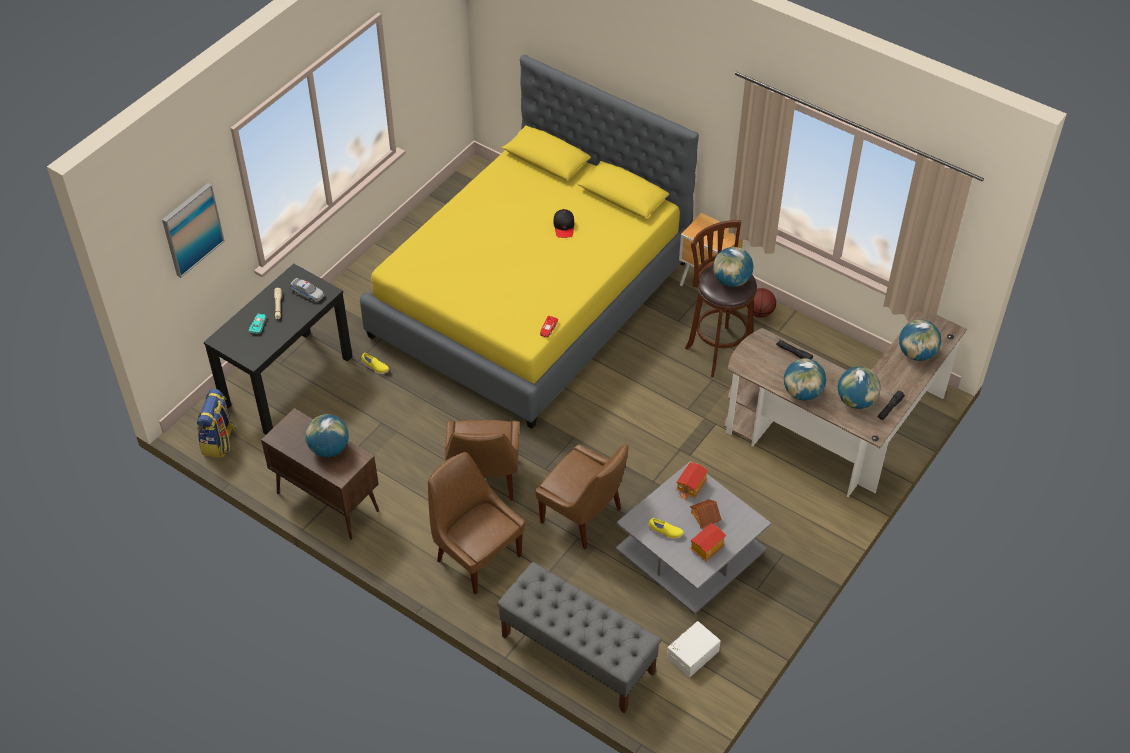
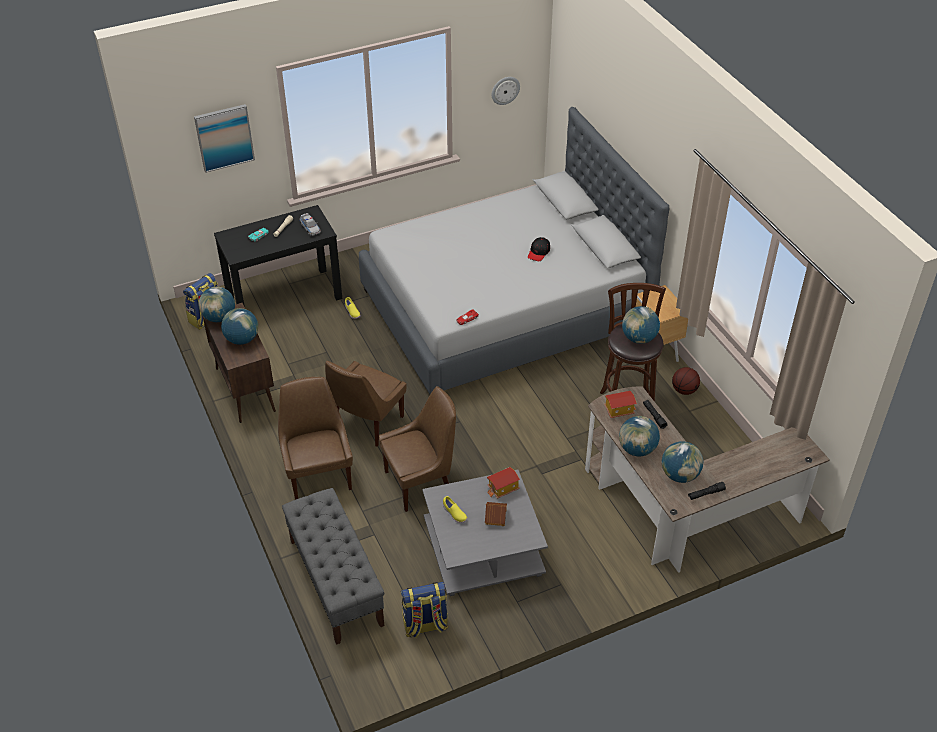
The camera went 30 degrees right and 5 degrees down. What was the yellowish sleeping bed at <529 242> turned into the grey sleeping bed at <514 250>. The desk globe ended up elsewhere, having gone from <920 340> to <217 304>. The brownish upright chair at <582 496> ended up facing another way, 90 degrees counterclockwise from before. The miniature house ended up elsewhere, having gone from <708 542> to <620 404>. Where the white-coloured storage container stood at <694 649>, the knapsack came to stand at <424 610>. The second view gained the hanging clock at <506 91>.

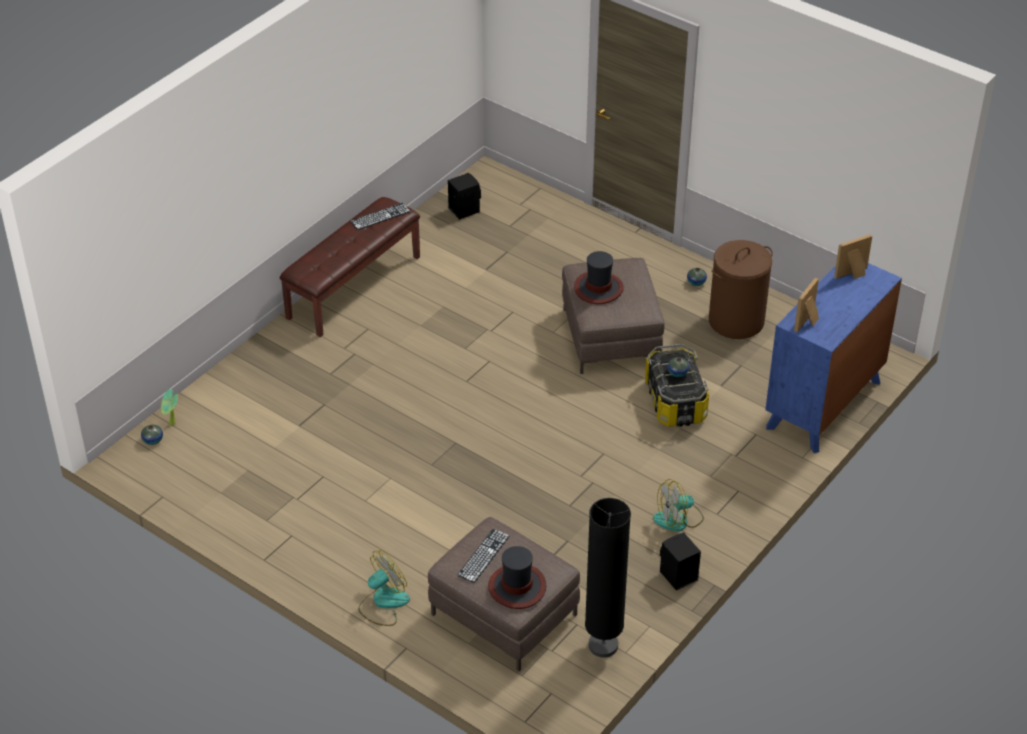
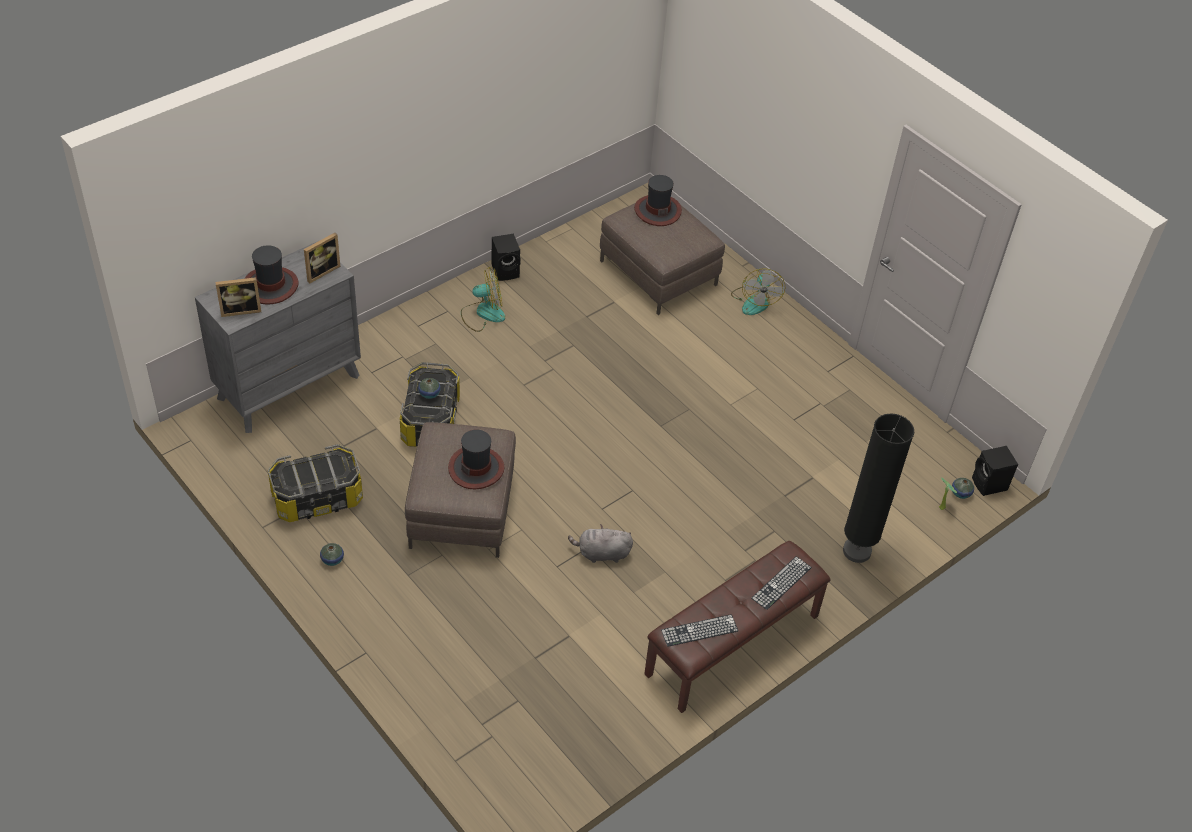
The camera went 170 degrees left and 5 degrees up. The black speaker ended up elsewhere, having gone from <464 196> to <995 471>. Where the brownish laundry basket stood at <741 289>, the storage container came to stand at <315 483>. What was the blue dresser at <833 358> turned into the grey dresser at <278 337>. The black standard lamp ended up elsewhere, having gone from <608 578> to <878 488>. The keyboard ended up elsewhere, having gone from <483 556> to <781 583>. The cooling fan at <384 588> ended up facing another way, 60 degrees counterclockwise from before. The second view gained the wearable hat at <272 275>. The second view gained the grey soft toy at <600 543>.

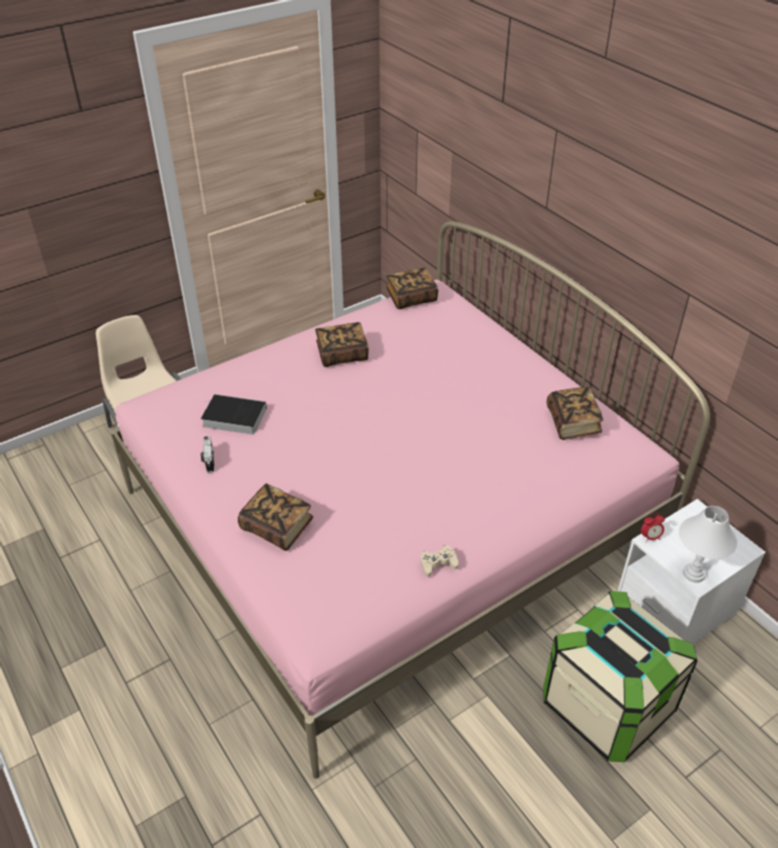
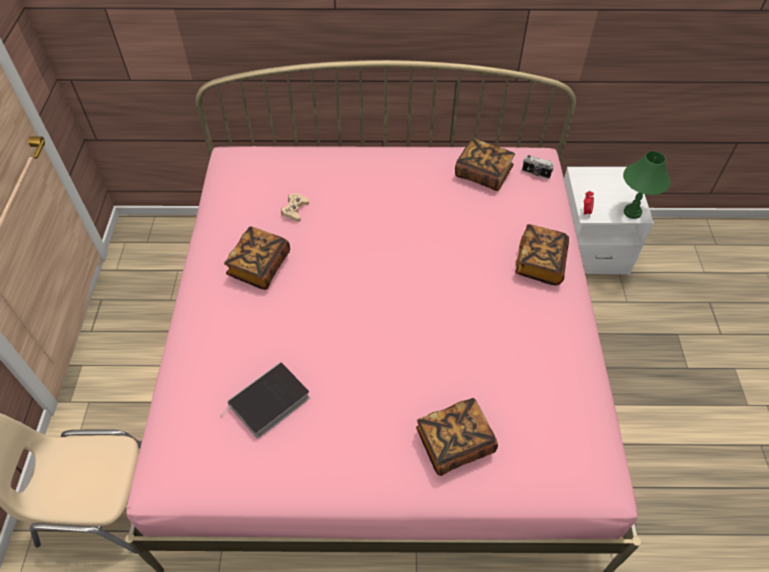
The camera went 55 degrees left and 10 degrees up. The book ended up elsewhere, having gone from <412 288> to <542 255>. The still camera ended up elsewhere, having gone from <207 454> to <538 167>. What was the white-coloured tabletop lamp at <708 544> turned into the greenish tabletop lamp at <647 185>. The sand-coloured gamepad ended up elsewhere, having gone from <439 561> to <295 207>. The second view lost the storage container at <620 676>.

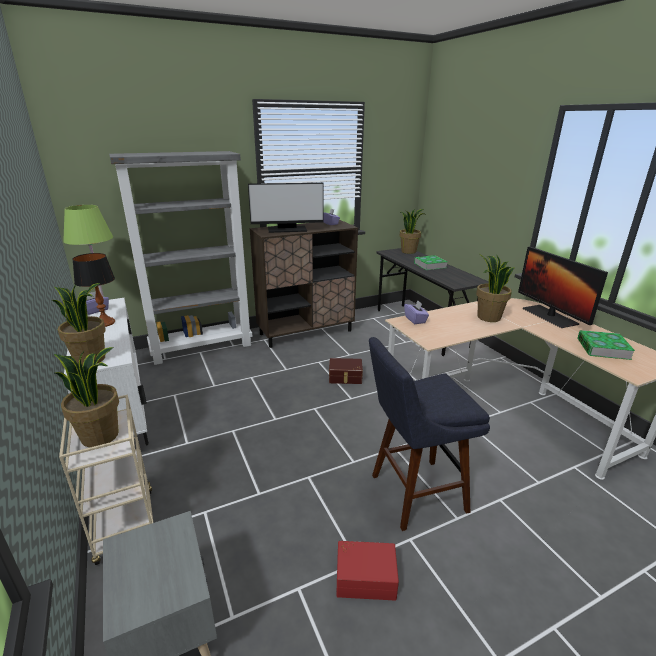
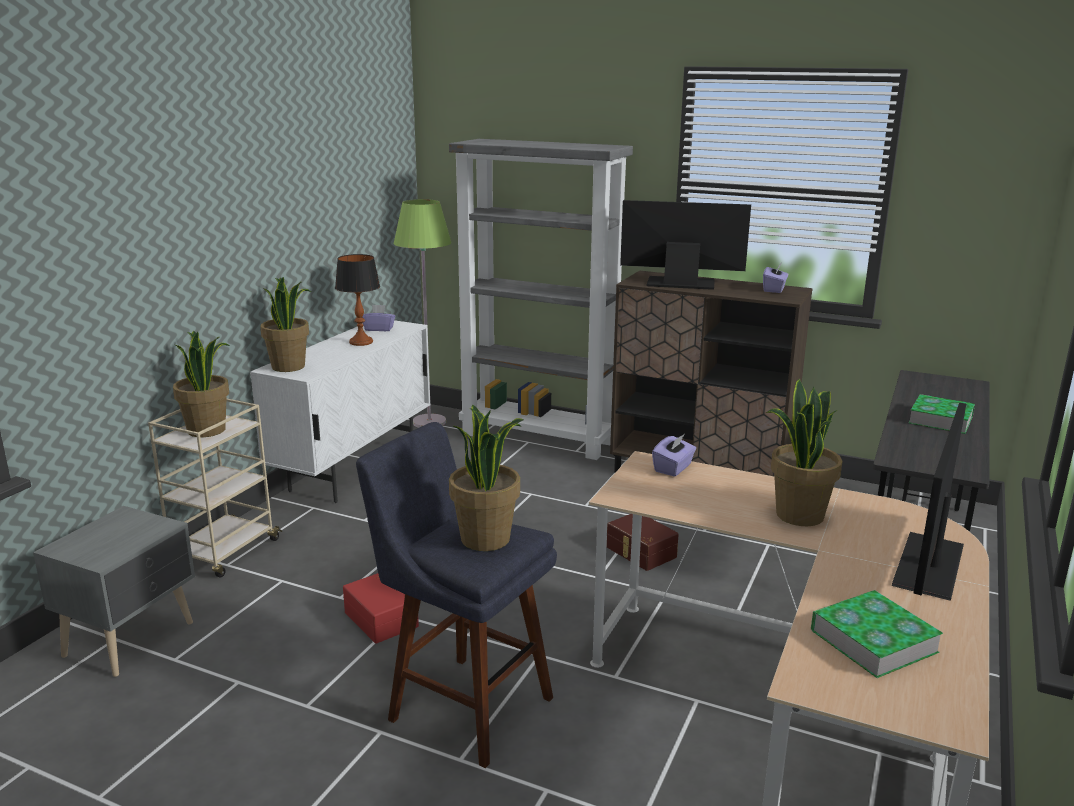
The camera went 50 degrees right and 5 degrees down. The computer display at <286 208> ended up facing another way, 150 degrees clockwise from before. The potted plant ended up elsewhere, having gone from <412 231> to <486 477>. The reddish storage container ended up elsewhere, having gone from <367 571> to <381 608>.

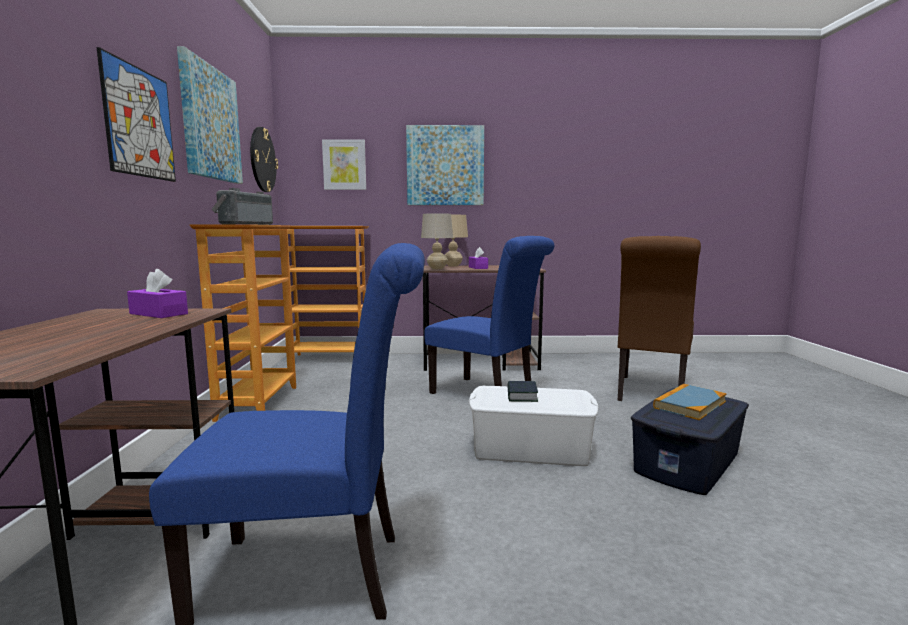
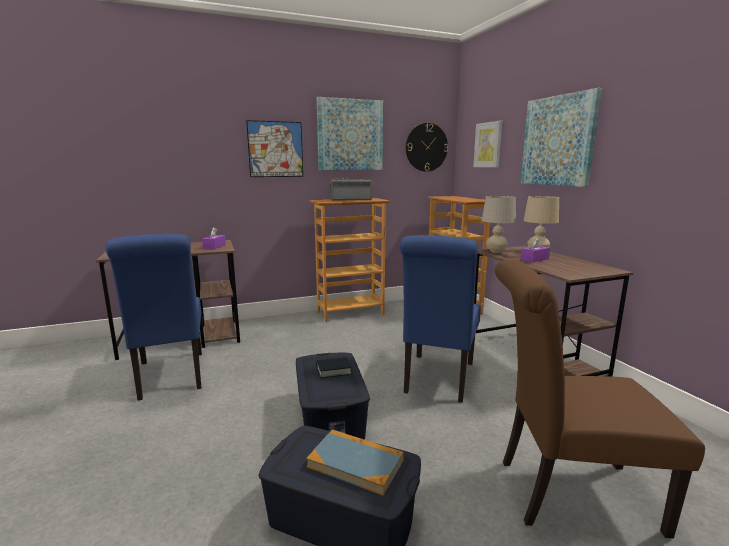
The camera went 70 degrees right and 5 degrees up. What was the white-coloured storage container at <533 426> turned into the blue storage container at <333 396>.

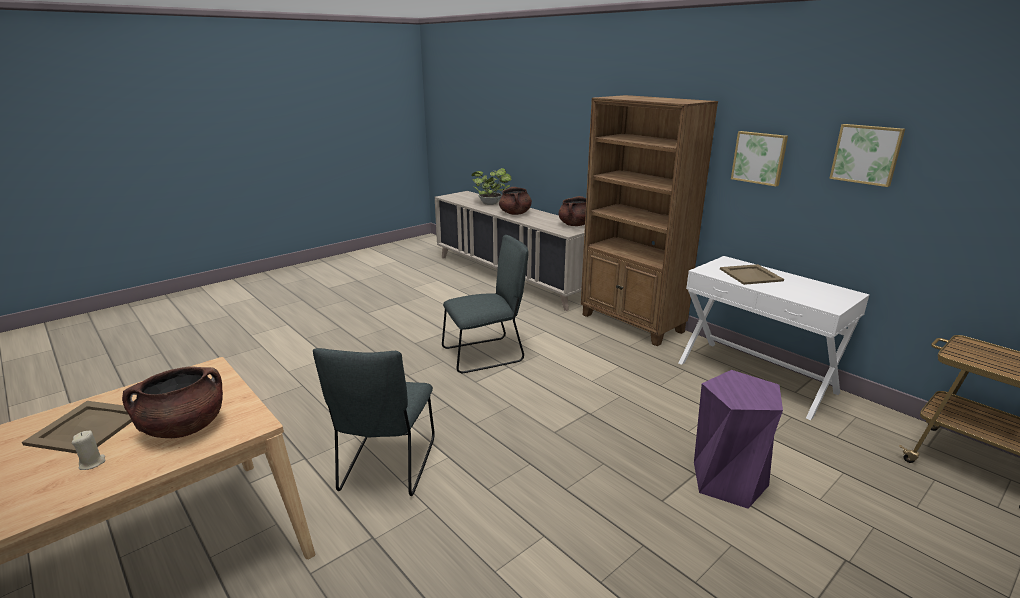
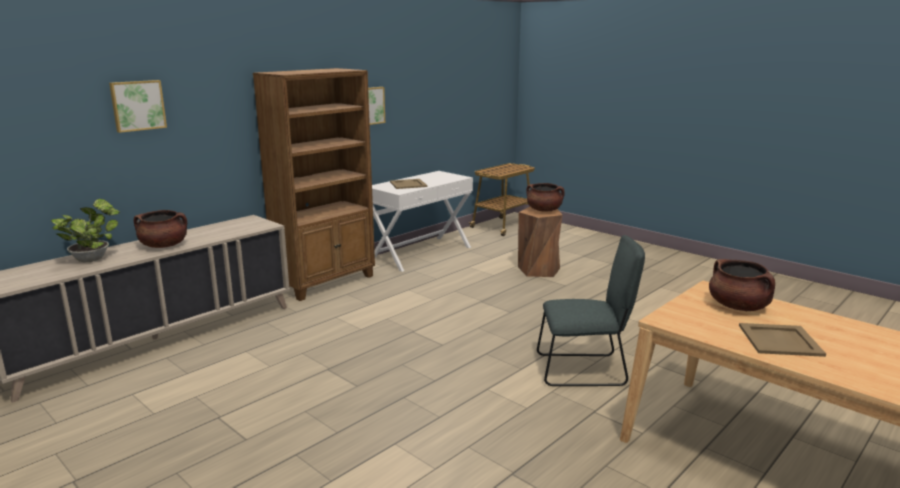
The camera went 95 degrees left and 5 degrees down. The wall art ended up elsewhere, having gone from <867 155> to <138 106>. The brownish stockpot ended up elsewhere, having gone from <572 211> to <545 197>. The second view lost the grey upright chair at <485 304>. What was the purplish stool seat at <738 439> turned into the brownish stool seat at <540 242>. The second view lost the sand-coloured wax candle at <89 450>.

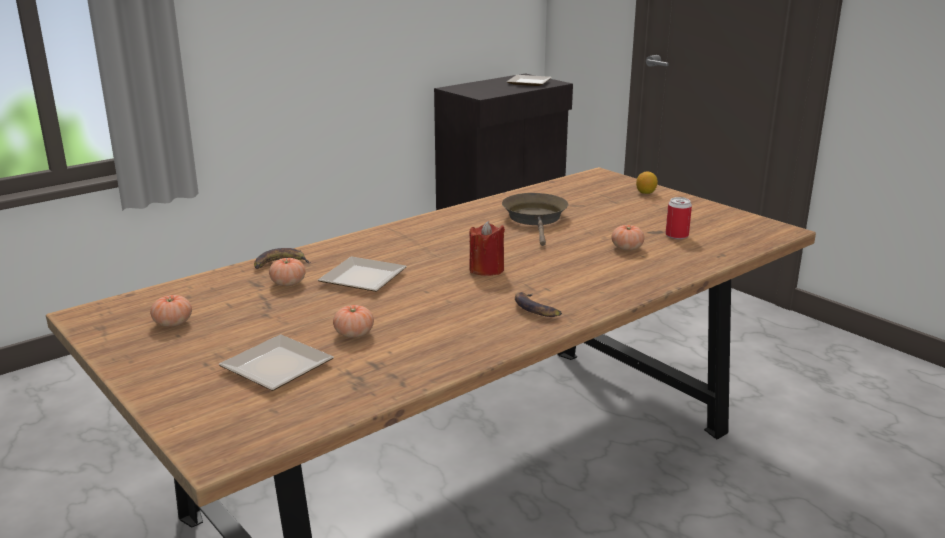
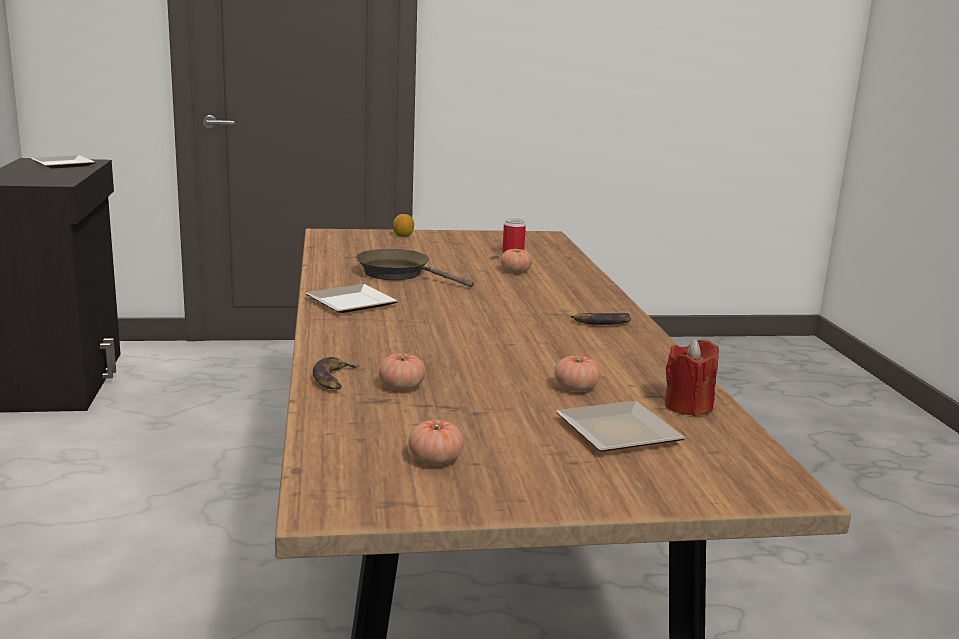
The camera went 60 degrees left and 5 degrees down. The reddish wax candle ended up elsewhere, having gone from <487 248> to <692 377>. The dinner plate ended up elsewhere, having gone from <362 274> to <351 298>.

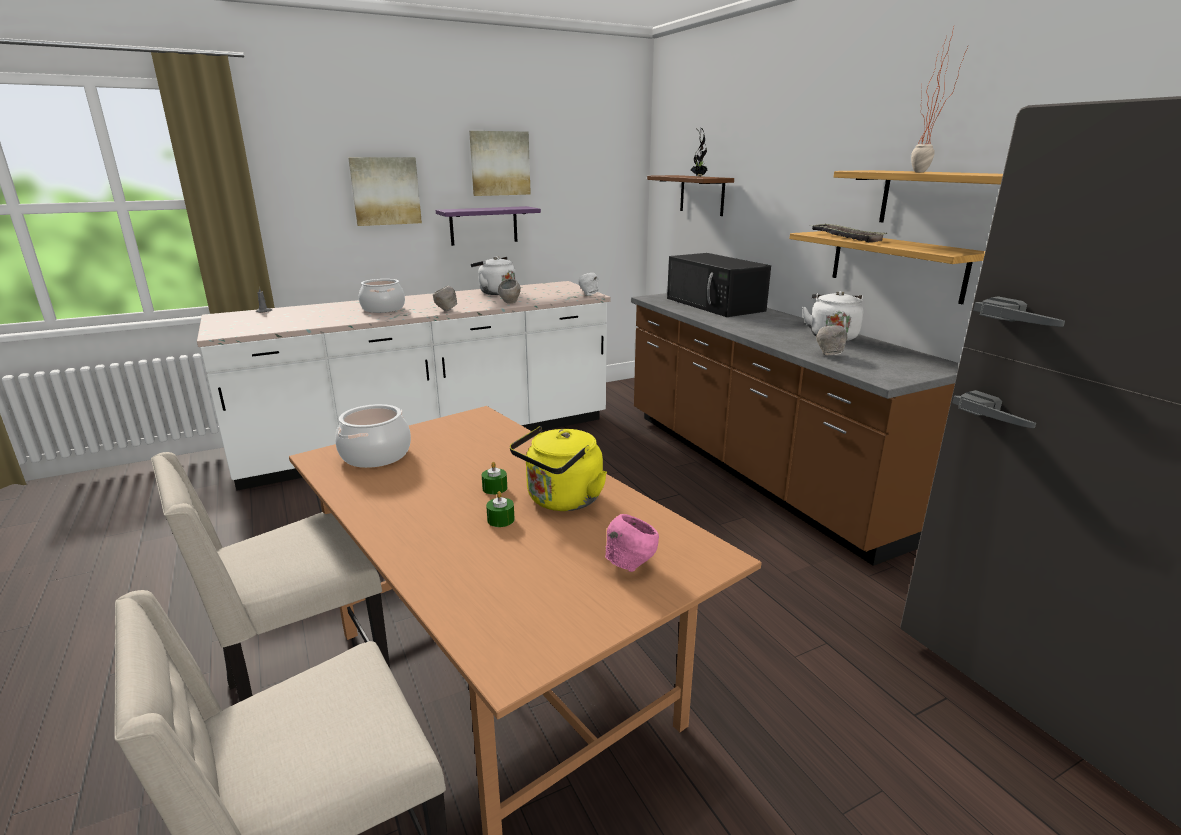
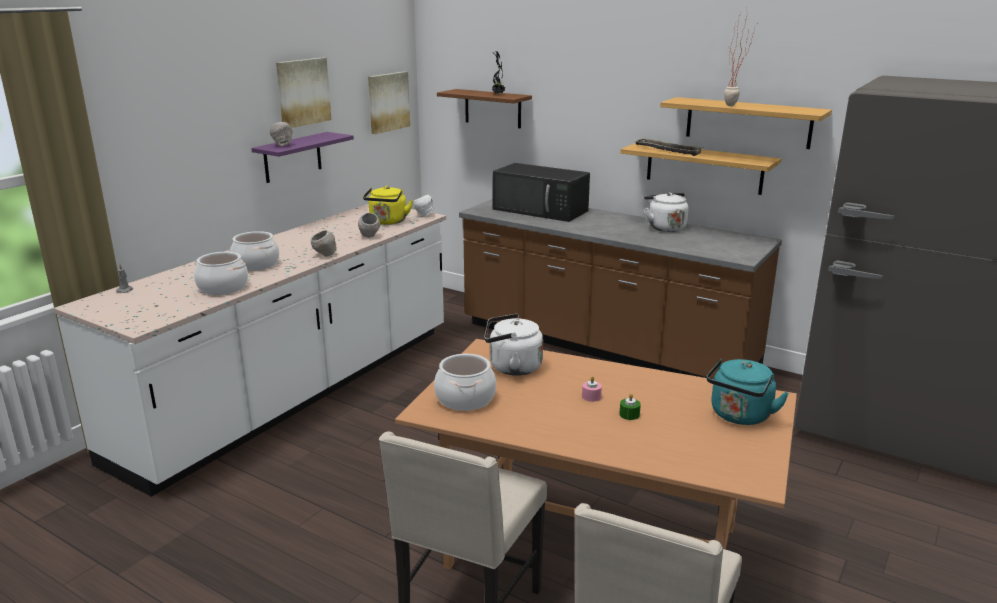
The camera went 30 degrees left and 0 degrees up. The wall art ended up elsewhere, having gone from <385 191> to <389 102>. The white-coloured tea kettle ended up elsewhere, having gone from <493 275> to <514 345>. The grey deep dish ended up elsewhere, having gone from <832 340> to <281 134>. The yellowish tea kettle ended up elsewhere, having gone from <558 468> to <388 205>. What was the greenish wax candle at <494 478> turned into the pink-coloured wax candle at <592 389>. Where the pink-coloured deep dish stood at <632 543>, the blue-green tea kettle came to stand at <747 392>. The second view gained the stockpot at <221 273>.

